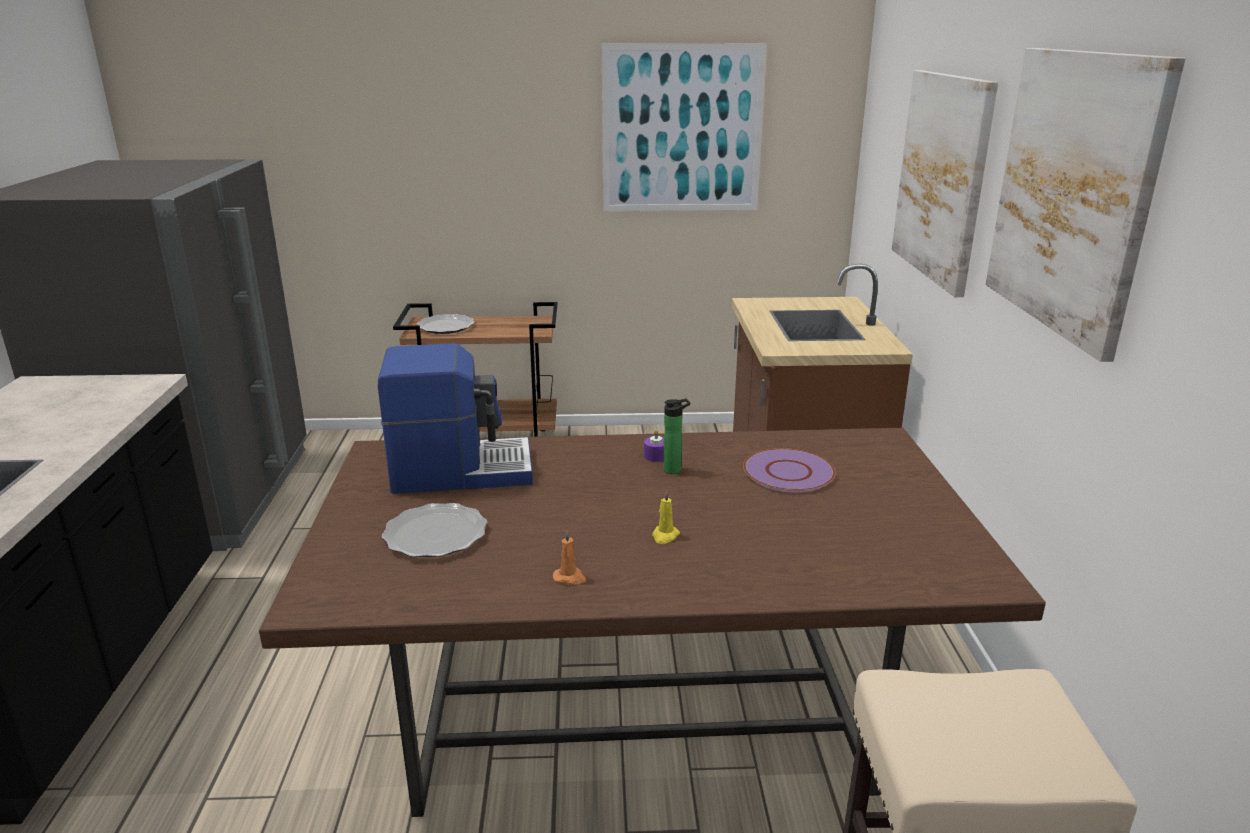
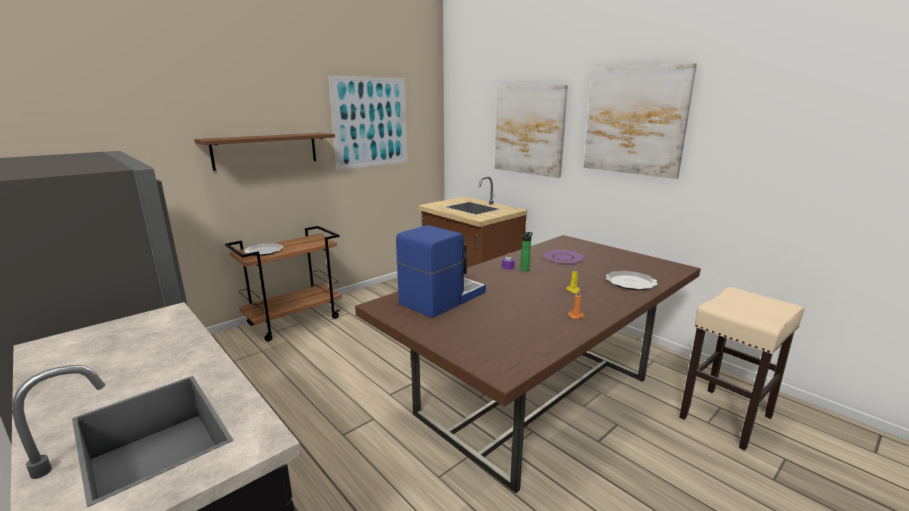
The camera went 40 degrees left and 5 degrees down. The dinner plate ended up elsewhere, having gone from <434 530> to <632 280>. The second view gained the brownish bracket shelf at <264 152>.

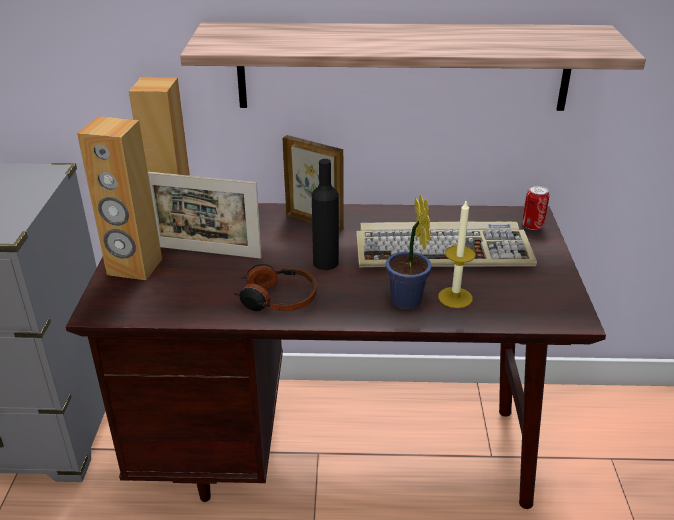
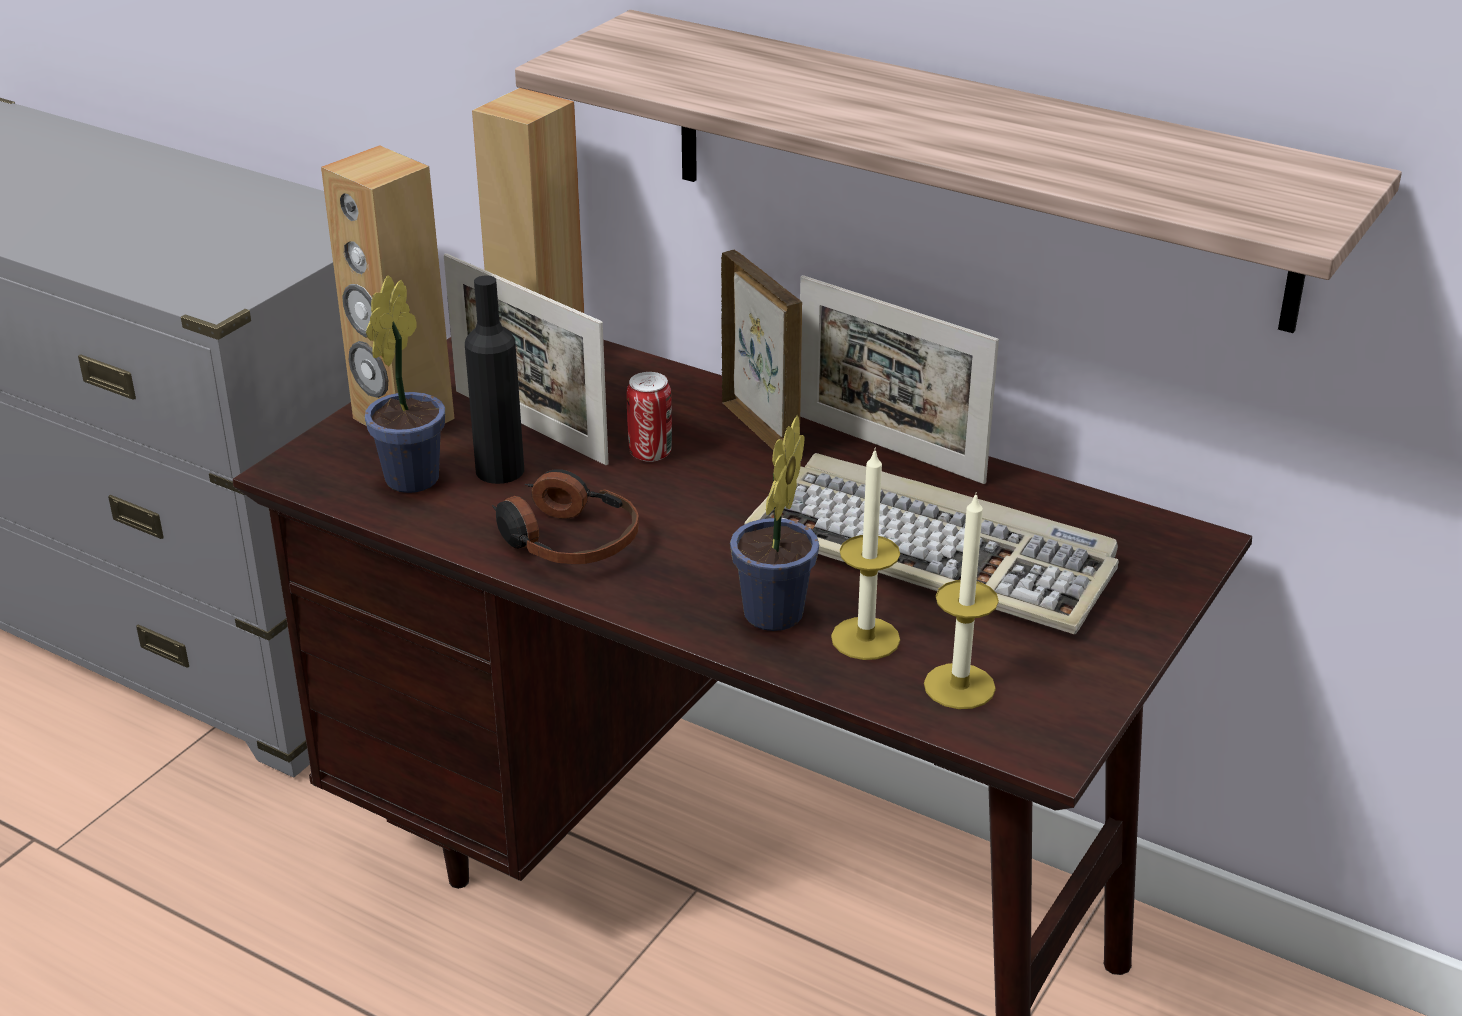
The camera went 30 degrees right and 0 degrees up. The black beverage bottle ended up elsewhere, having gone from <325 214> to <494 379>. The sealed can ended up elsewhere, having gone from <535 207> to <649 417>. The second view gained the potted plant at <405 384>. The second view gained the photo frame at <899 379>. The second view gained the wax candle at <961 600>.

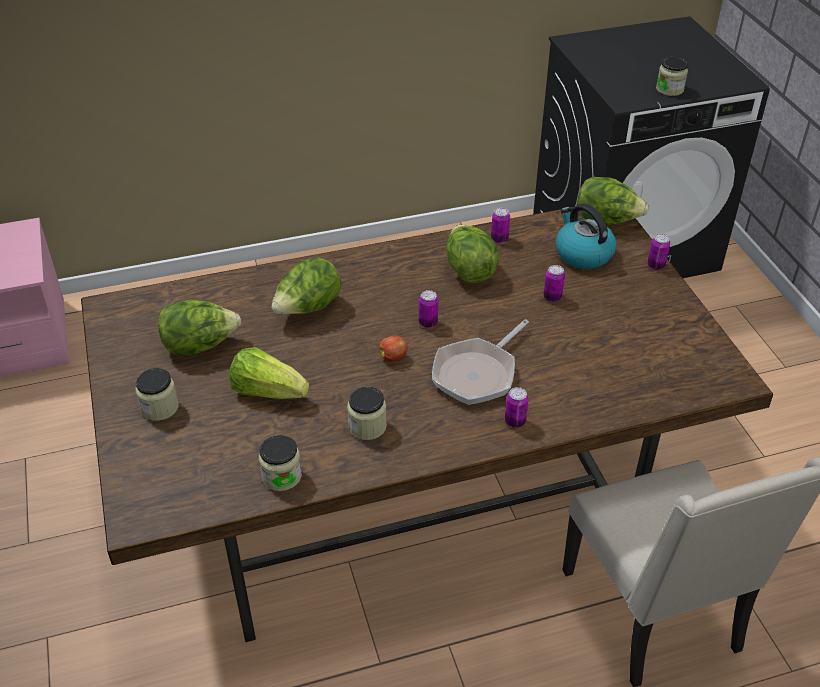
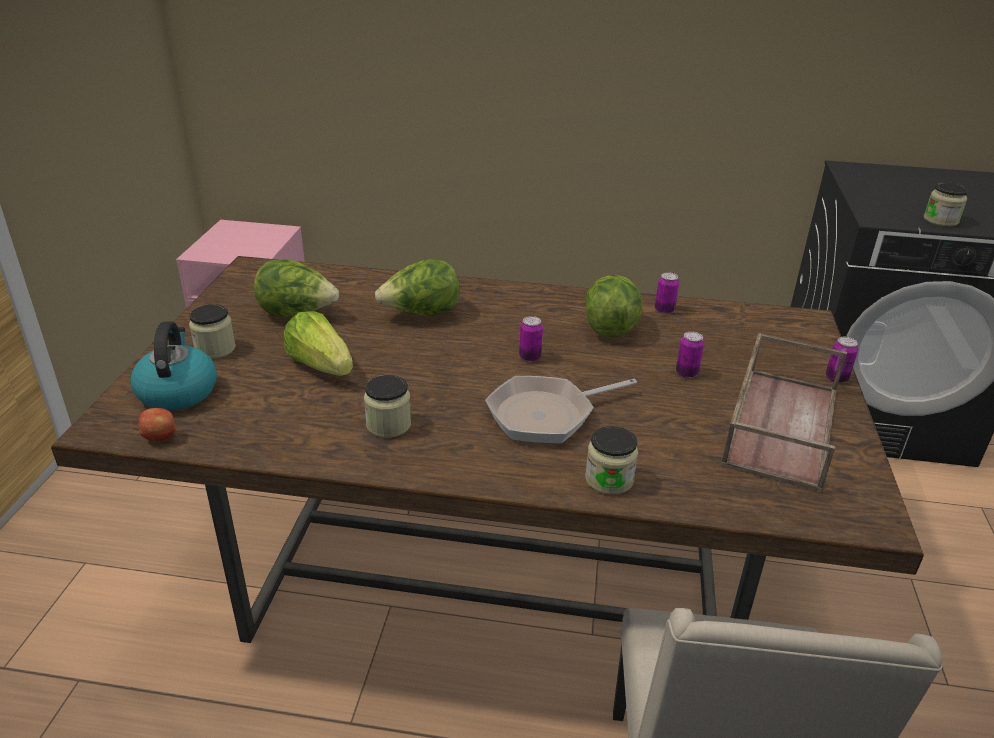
The camera went 25 degrees right and 10 degrees down. The second view lost the head of lettuce at <613 201>. The tea kettle ended up elsewhere, having gone from <586 236> to <173 366>. The apple ended up elsewhere, having gone from <393 349> to <156 424>. The second view lost the sealed can at <517 407>. The preserve jar ended up elsewhere, having gone from <280 463> to <611 460>. The second view gained the brownish carrying tray at <784 413>.

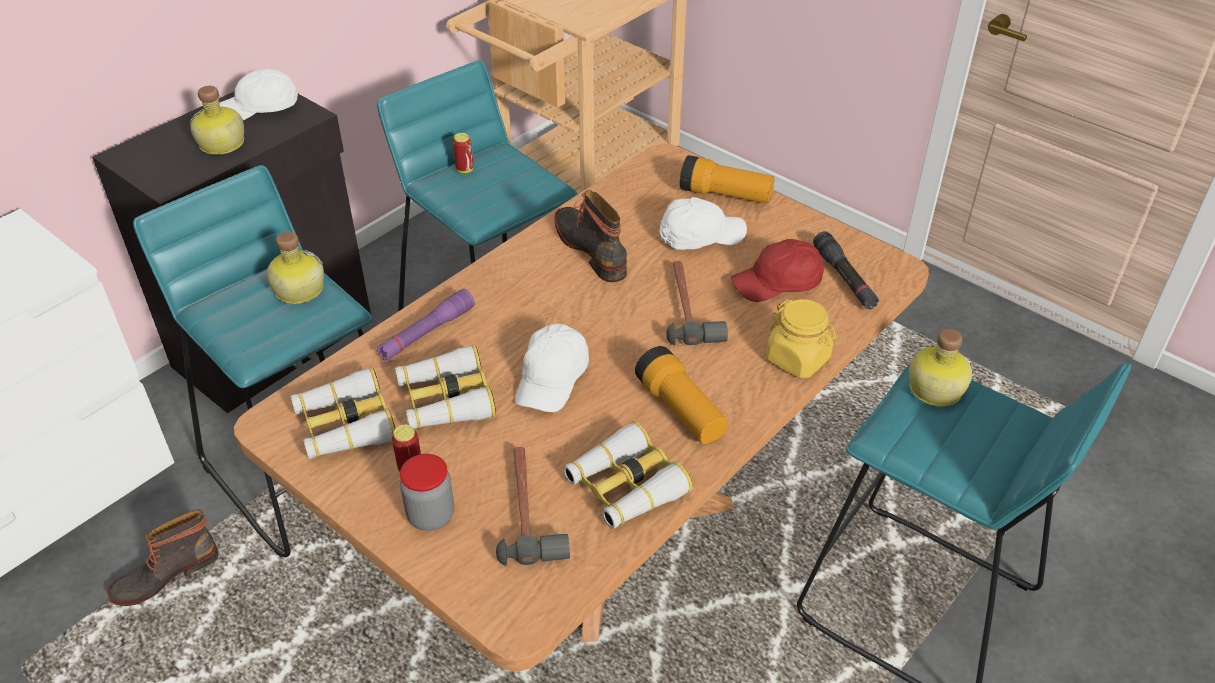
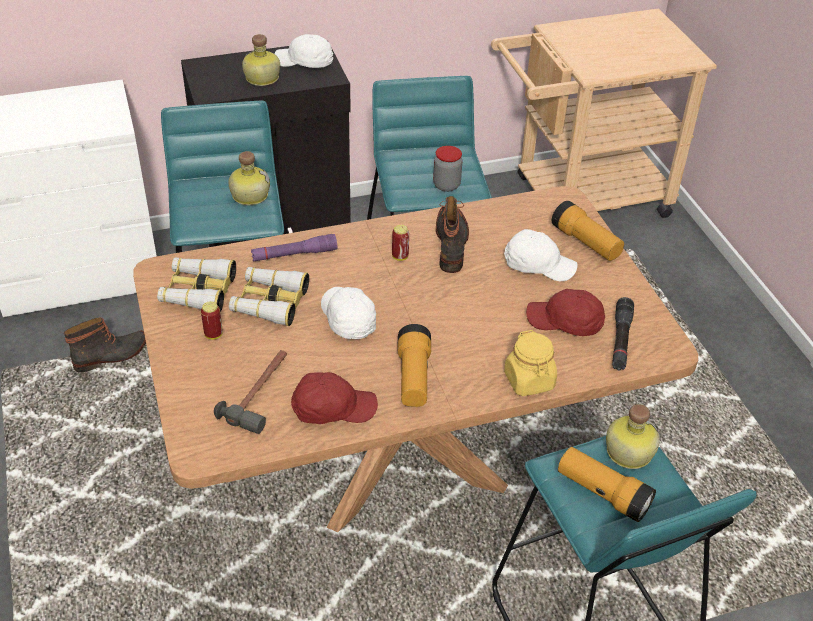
The camera went 30 degrees right and 0 degrees up. The sealed can ended up elsewhere, having gone from <463 153> to <400 243>. The second view lost the hand hammer at <697 303>. The white-coloured peaked cap at <552 368> ended up facing another way, 105 degrees clockwise from before. Where the pair of binoculars stood at <627 474>, the reddish peaked cap came to stand at <334 398>. The preserve jar ended up elsewhere, having gone from <427 492> to <447 169>. The high-top boot at <163 557> ended up facing another way, 150 degrees clockwise from before. The second view gained the flashlight at <607 484>.

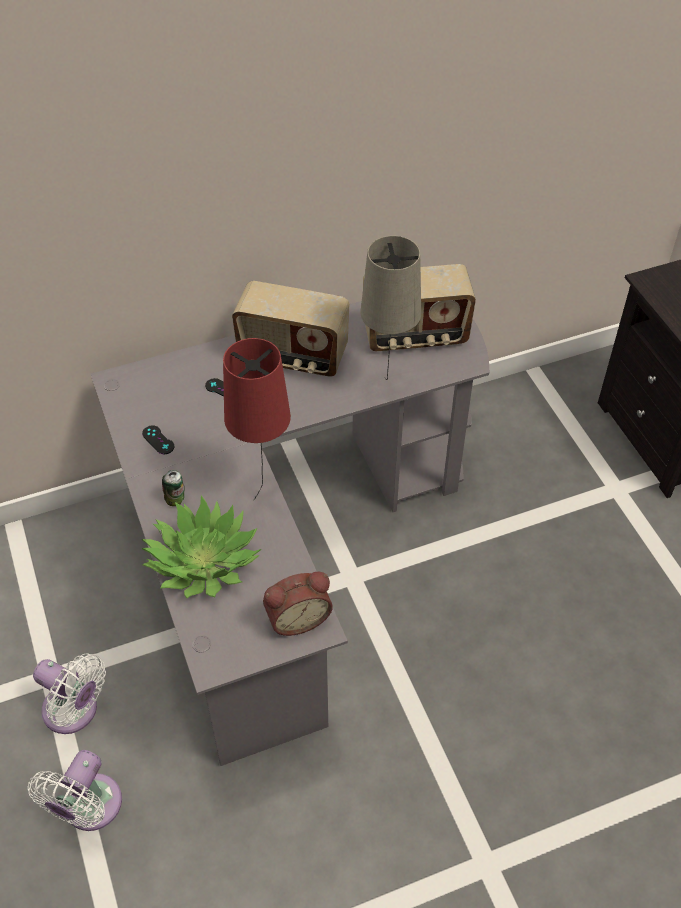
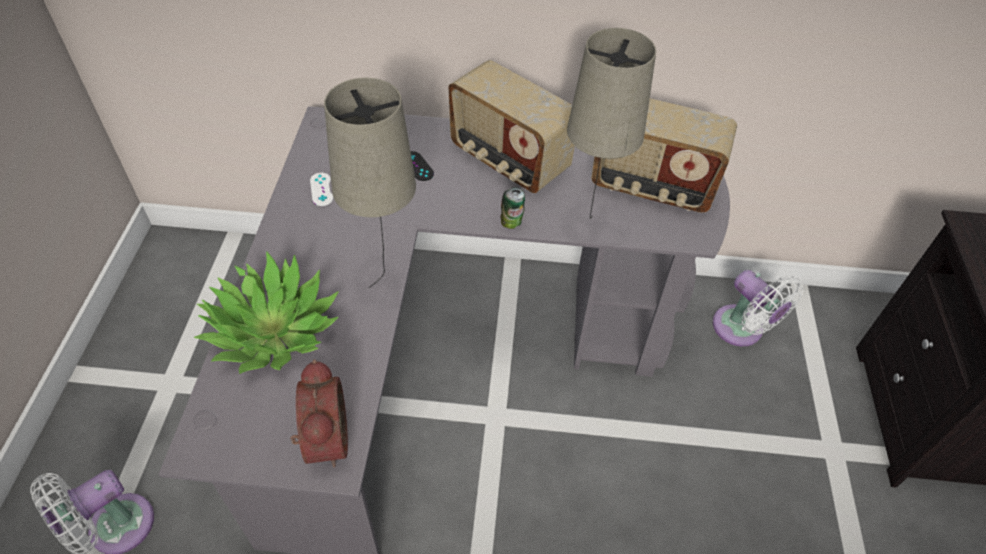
The camera went 25 degrees right and 0 degrees up. What was the reddish tabletop lamp at <257 419> turned into the sand-coloured tabletop lamp at <370 183>. What was the black gamepad at <158 439> turned into the white-coloured gamepad at <321 189>. The sealed can ended up elsewhere, having gone from <173 488> to <512 208>. The table clock at <298 604> ended up facing another way, 105 degrees counterclockwise from before. The white-coloured cooling fan ended up elsewhere, having gone from <69 693> to <758 308>.

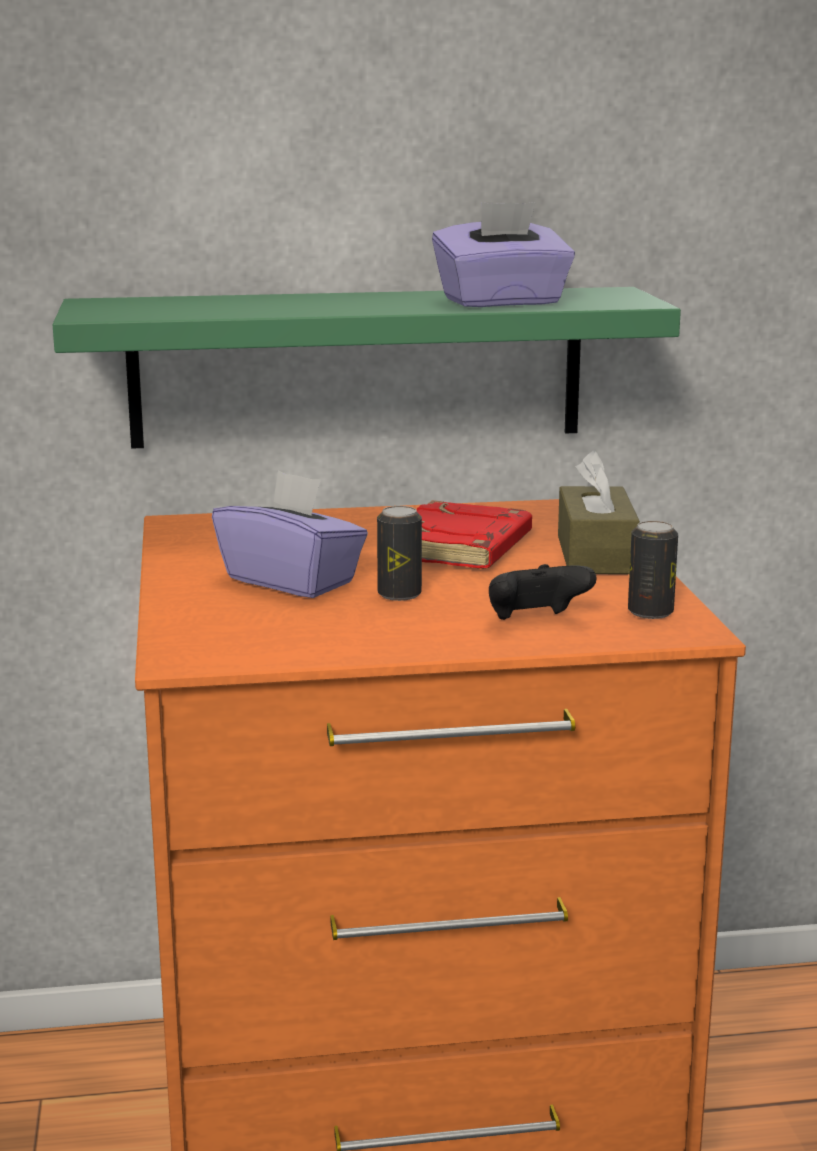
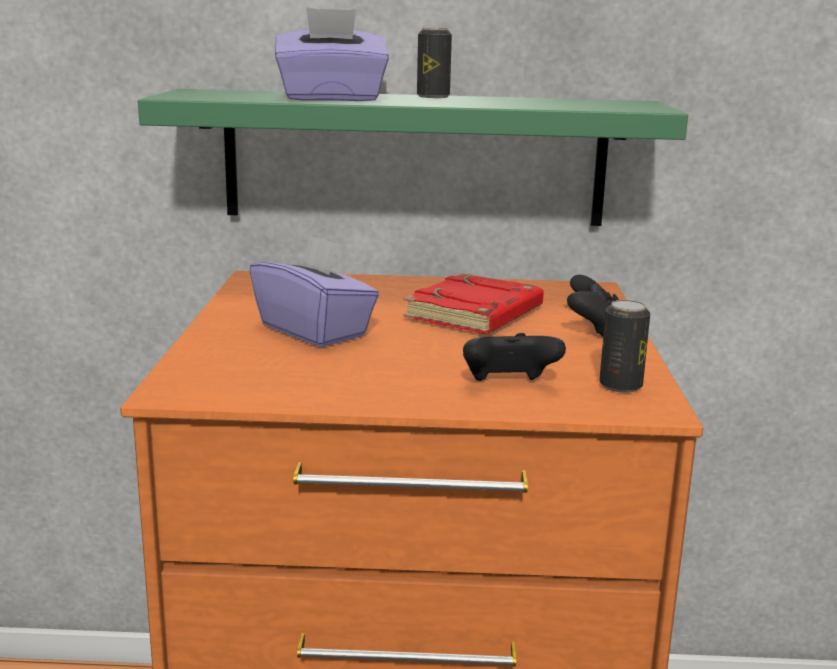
The camera went 10 degrees right and 0 degrees up. The purplish tissue holder ended up elsewhere, having gone from <503 254> to <332 54>. Where the brownish tissue holder stood at <599 512>, the black gamepad came to stand at <593 306>. The sealed can ended up elsewhere, having gone from <399 553> to <434 63>.

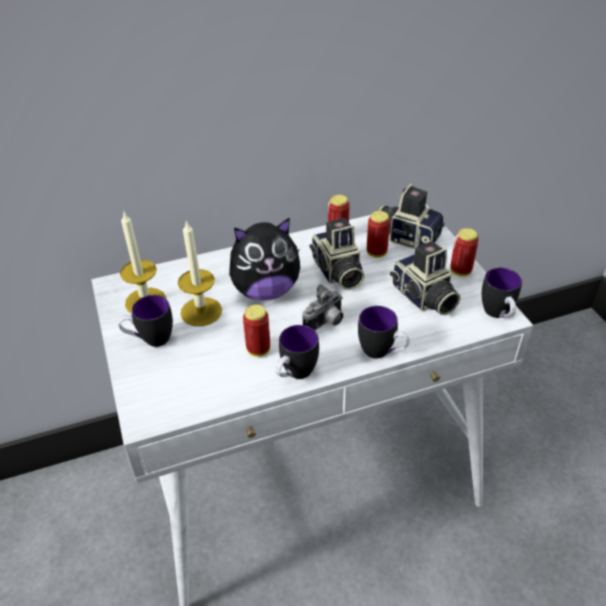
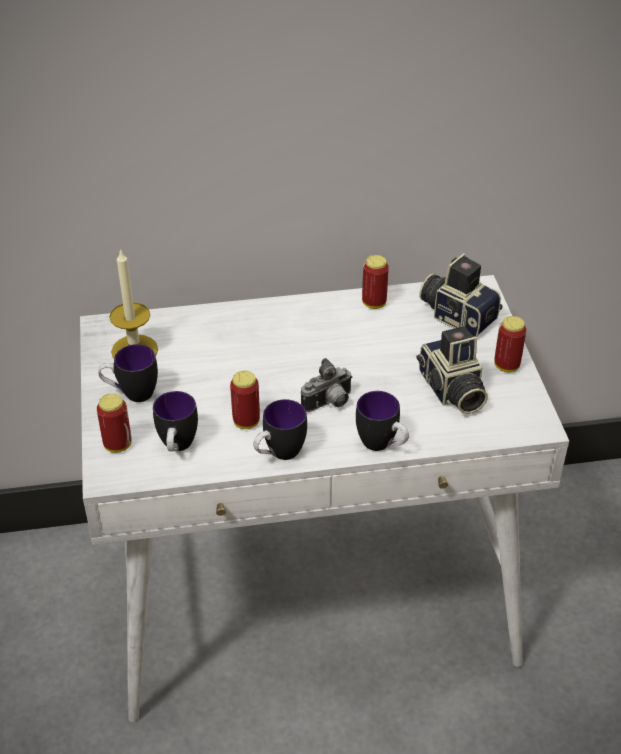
The camera went 10 degrees right and 0 degrees up. The sealed can ended up elsewhere, having gone from <378 234> to <114 423>. The second view lost the soft toy at <264 259>. The second view lost the still camera at <337 254>. The second view lost the wax candle at <200 273>. The coffee mug ended up elsewhere, having gone from <502 293> to <175 421>.

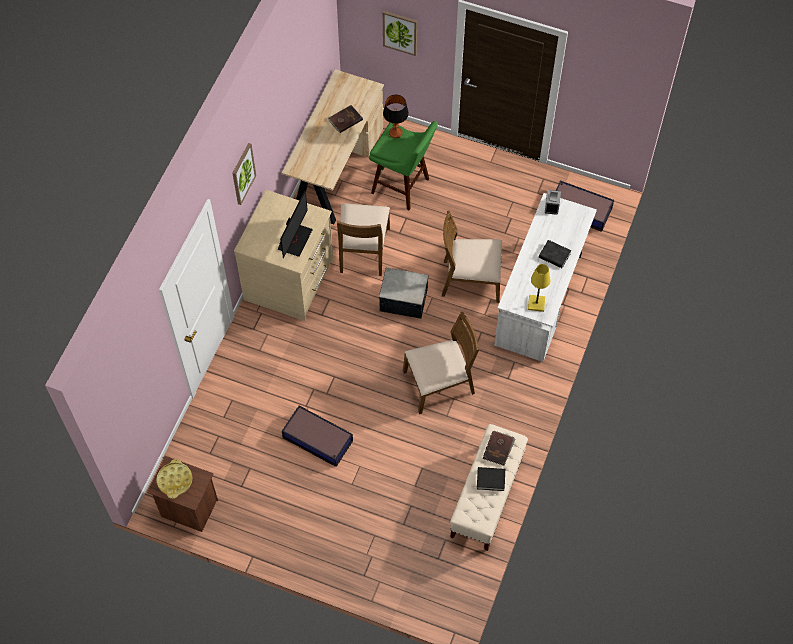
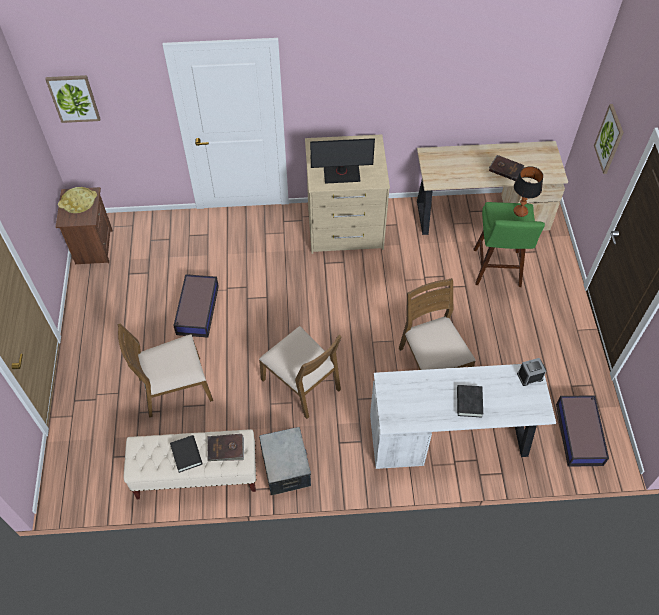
The camera went 65 degrees right and 5 degrees down. The wall art ended up elsewhere, having gone from <244 174> to <72 99>. The brownish upright chair ended up elsewhere, having gone from <363 239> to <165 371>. The second view lost the yellowish tabletop lamp at <539 288>. The storage container ended up elsewhere, having gone from <404 293> to <285 461>.

